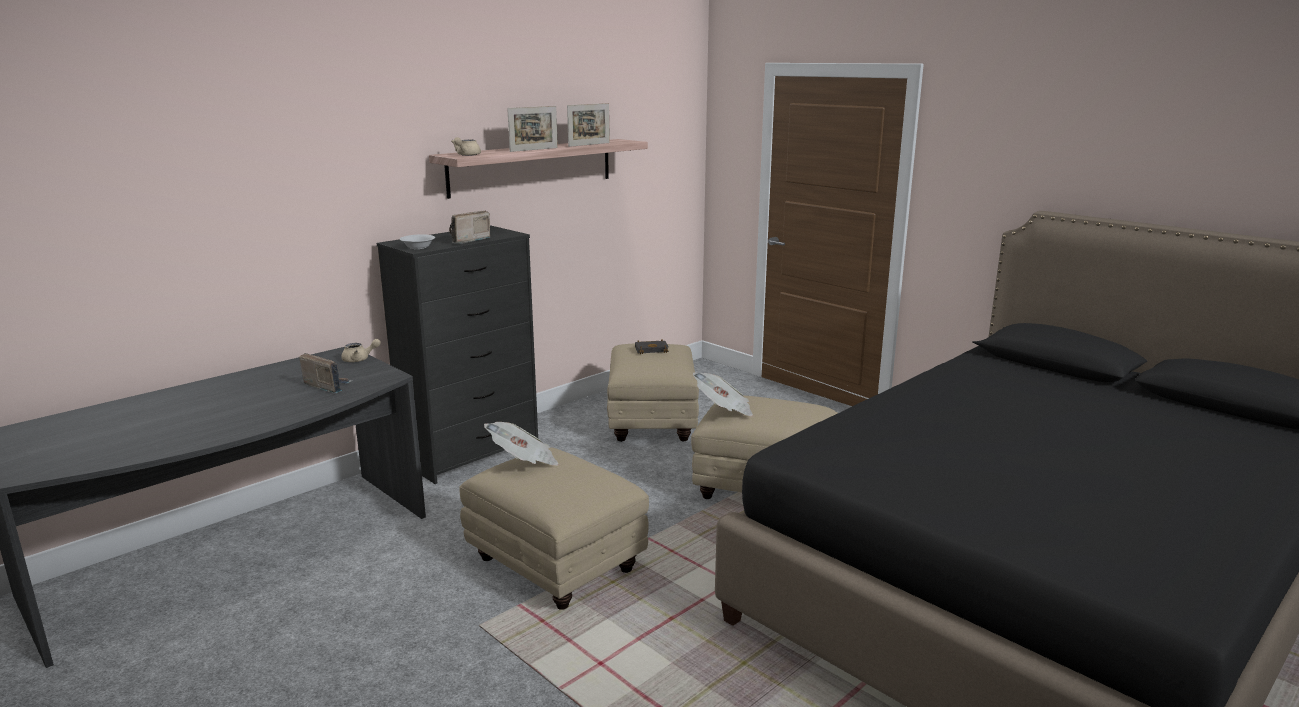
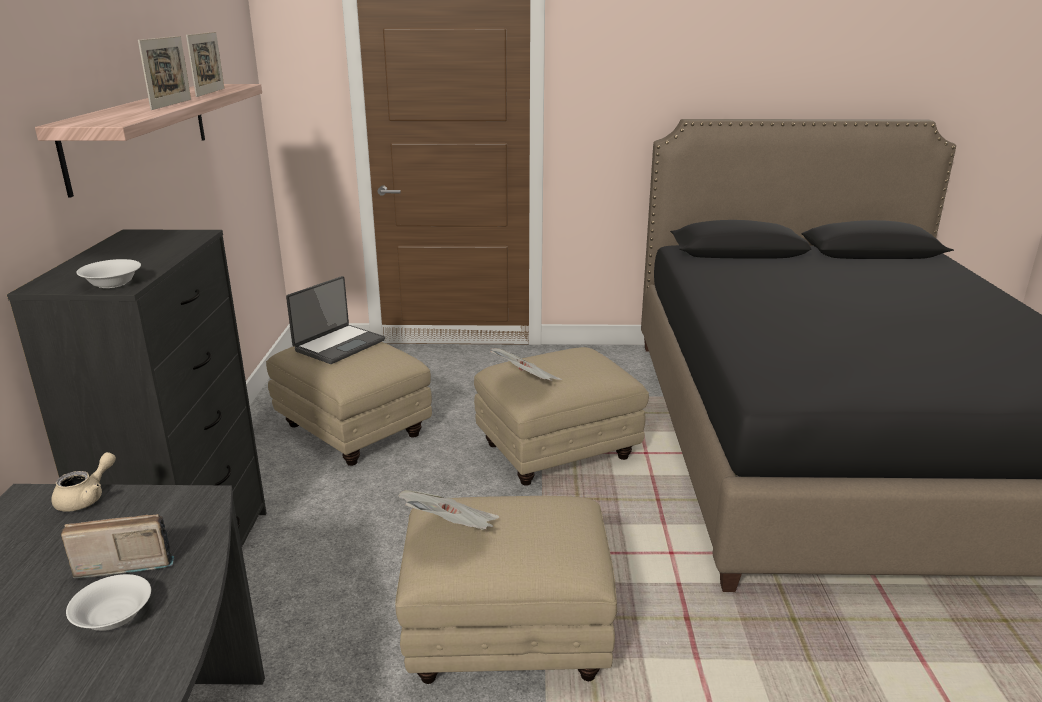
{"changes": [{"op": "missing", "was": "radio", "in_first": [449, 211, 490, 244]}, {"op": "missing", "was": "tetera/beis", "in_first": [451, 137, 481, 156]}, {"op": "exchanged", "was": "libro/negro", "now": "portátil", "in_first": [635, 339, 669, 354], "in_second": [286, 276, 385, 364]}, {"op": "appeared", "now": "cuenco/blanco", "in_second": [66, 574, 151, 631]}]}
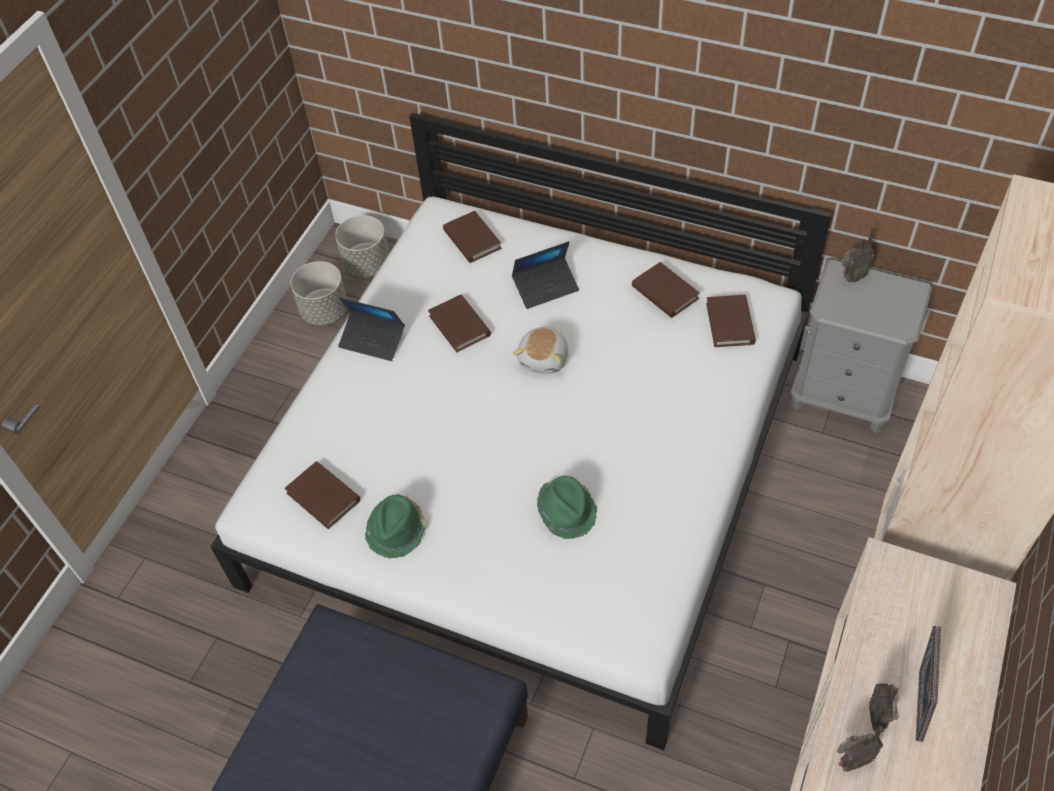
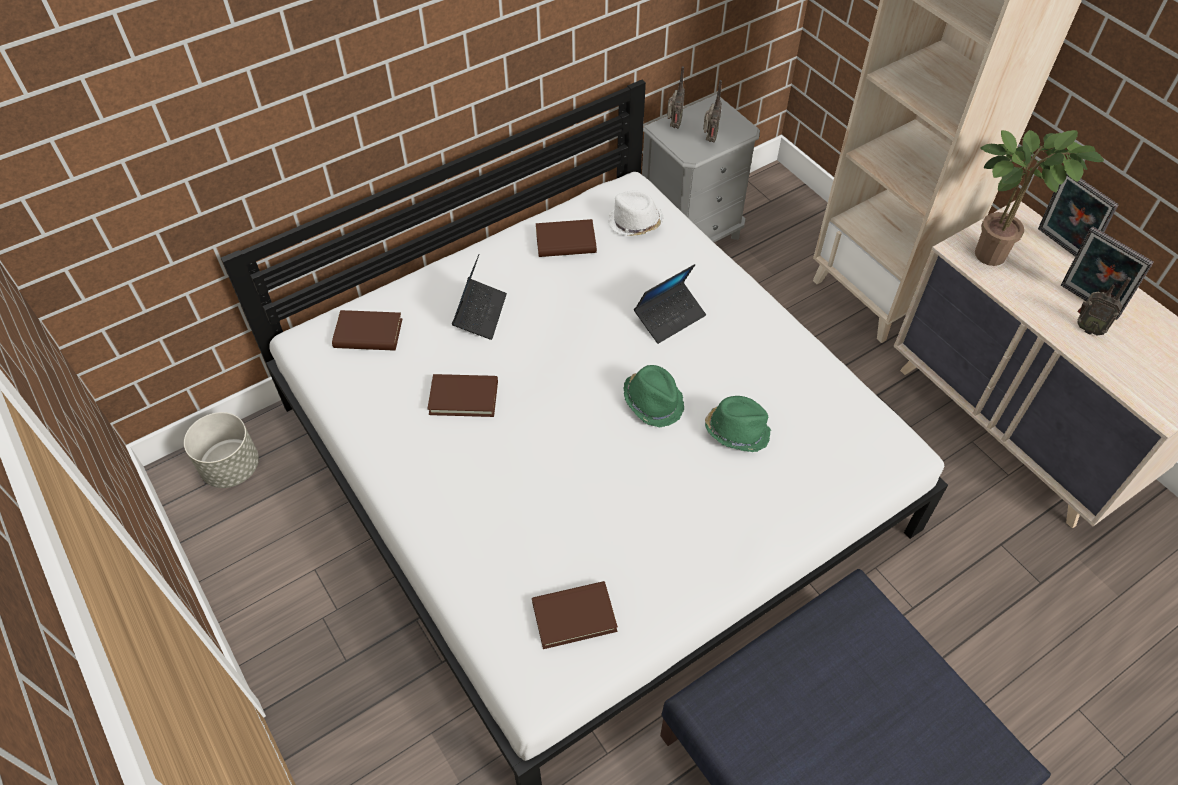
{"changes": [{"op": "missing", "was": "maceta/gris", "in_first": [290, 261, 347, 325]}, {"op": "relocated", "was": "portátil", "in_first": [338, 297, 405, 361], "in_second": [634, 264, 706, 344]}, {"op": "relocated", "was": "sombrero/verde", "in_first": [365, 494, 426, 559], "in_second": [624, 365, 684, 427]}, {"op": "missing", "was": "peluche", "in_first": [513, 327, 568, 374]}, {"op": "exchanged", "was": "libro/marrón", "now": "sombrero/blanco", "in_first": [706, 295, 756, 347], "in_second": [608, 190, 664, 236]}, {"op": "relocated", "was": "radio", "in_first": [837, 726, 883, 771], "in_second": [703, 80, 722, 143]}, {"op": "appeared", "now": "planta en maceta", "in_second": [975, 130, 1104, 266]}, {"op": "appeared", "now": "portarretratos", "in_second": [1038, 173, 1118, 256]}]}
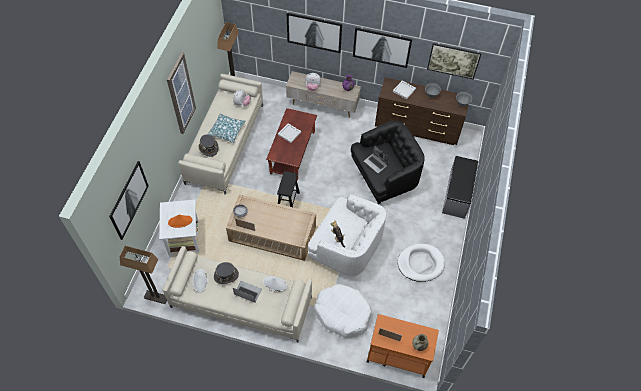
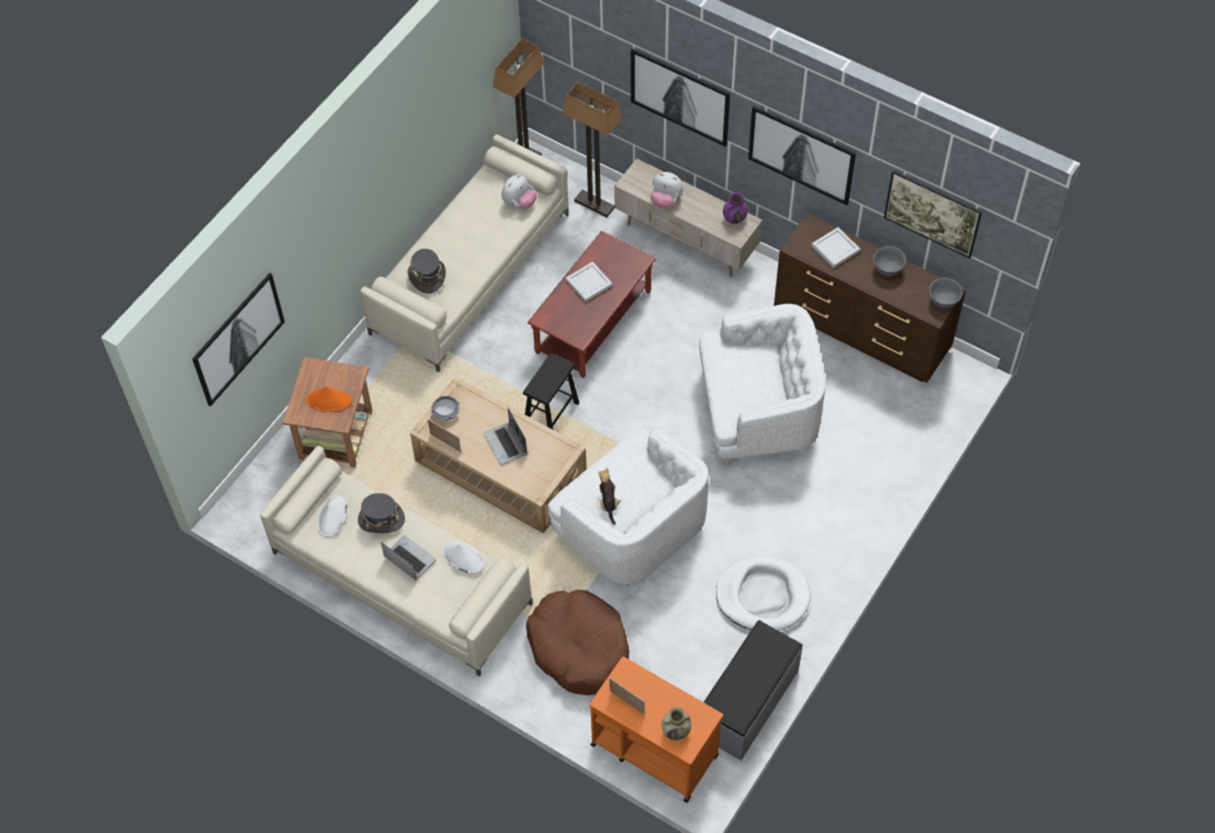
{"changes": [{"op": "relocated", "was": "lámpara de pie", "in_first": [120, 246, 167, 304], "in_second": [562, 82, 622, 218]}, {"op": "colour", "was": "mesa auxiliar/blanco", "now": "mesa auxiliar/marrón", "in_first": [159, 200, 199, 255], "in_second": [283, 357, 373, 468]}, {"op": "missing", "was": "cuadro", "in_first": [167, 52, 196, 134]}, {"op": "missing", "was": "cojín", "in_first": [207, 113, 246, 143]}, {"op": "colour", "was": "cama para perro/blanco", "now": "cama para perro/marrón", "in_first": [314, 284, 372, 338], "in_second": [526, 590, 629, 695]}, {"op": "colour", "was": "sillón/negro", "now": "sillón/blanco", "in_first": [351, 121, 425, 204], "in_second": [699, 304, 826, 463]}, {"op": "relocated", "was": "portátil", "in_first": [364, 145, 389, 173], "in_second": [483, 408, 527, 465]}, {"op": "relocated", "was": "banco/gris", "in_first": [442, 156, 478, 219], "in_second": [703, 620, 803, 760]}]}
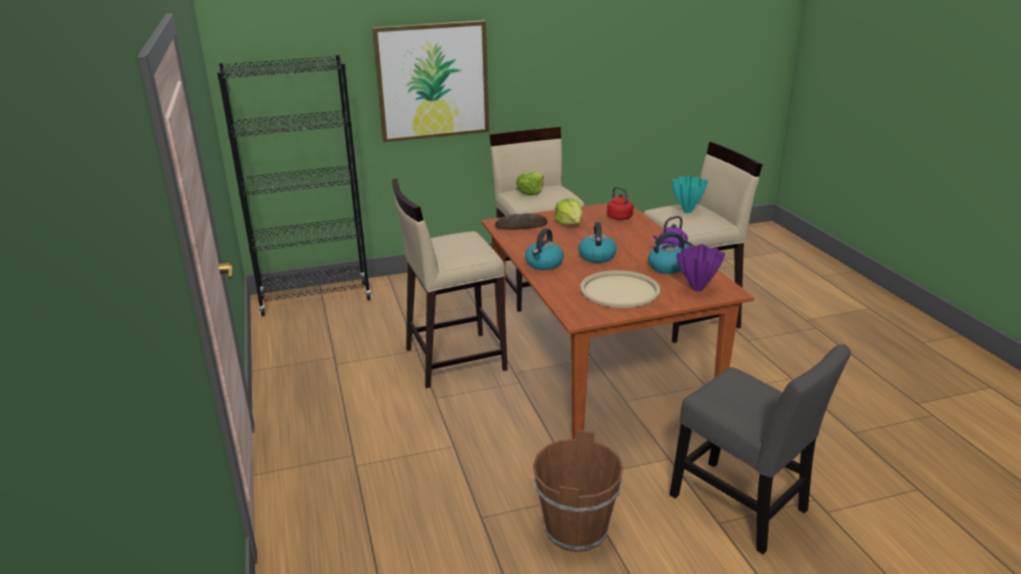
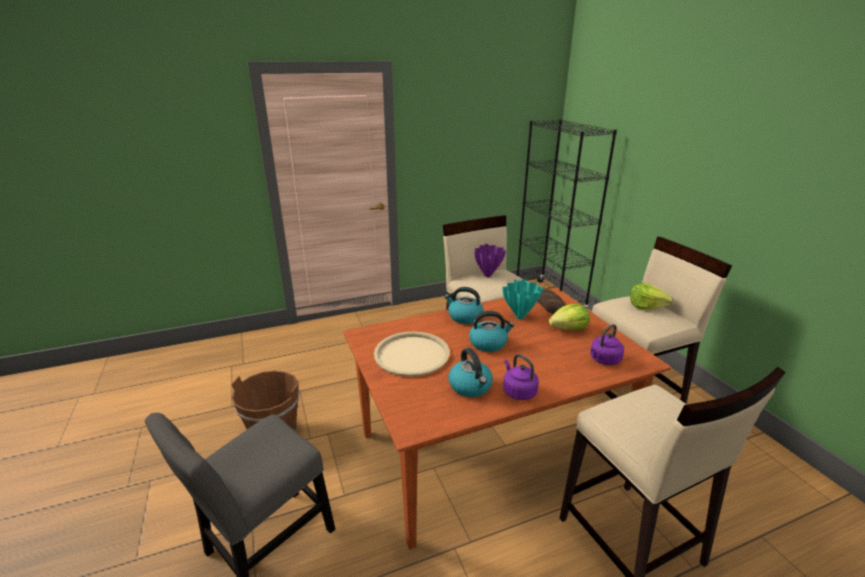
{"changes": [{"op": "missing", "was": "cuadro", "in_first": [372, 20, 489, 142]}, {"op": "colour", "was": "hervidor/rojo", "now": "hervidor/morado", "in_first": [607, 186, 634, 220], "in_second": [590, 324, 624, 365]}, {"op": "relocated", "was": "florero/turquesa", "in_first": [672, 175, 708, 213], "in_second": [502, 280, 543, 319]}, {"op": "relocated", "was": "florero/morado", "in_first": [677, 244, 725, 292], "in_second": [474, 244, 506, 277]}]}
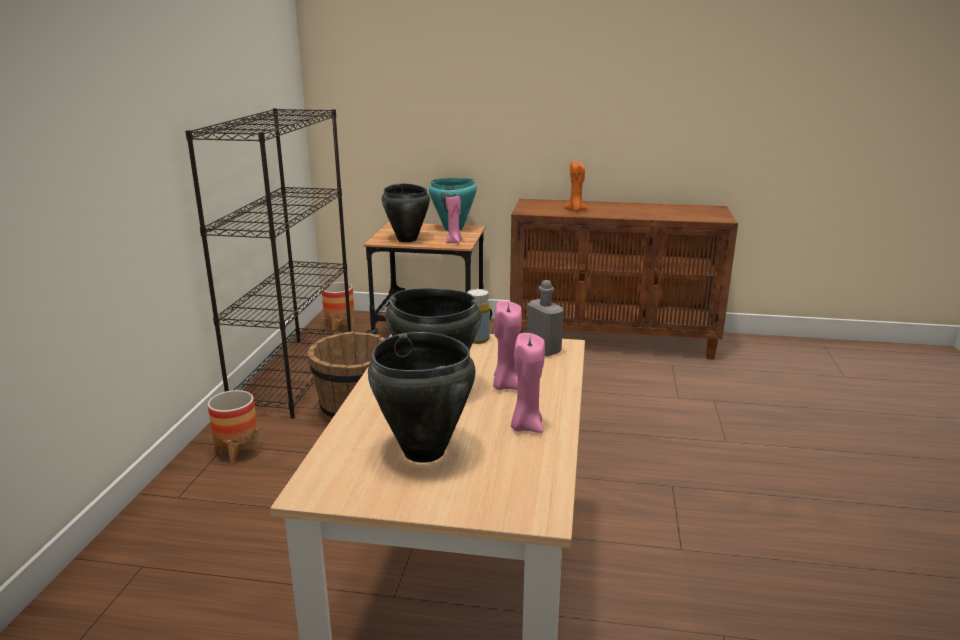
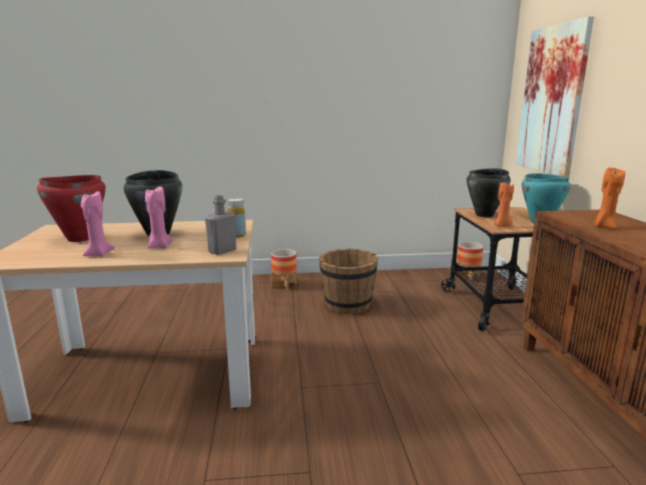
{"changes": [{"op": "missing", "was": "estantería/negro", "in_first": [185, 108, 351, 419]}, {"op": "colour", "was": "olla/negro", "now": "olla/rojo", "in_first": [368, 332, 475, 463], "in_second": [37, 175, 106, 242]}, {"op": "colour", "was": "vela/rosa", "now": "vela/naranja", "in_first": [446, 196, 462, 244], "in_second": [494, 183, 514, 227]}, {"op": "appeared", "now": "cuadro", "in_second": [516, 16, 594, 178]}]}
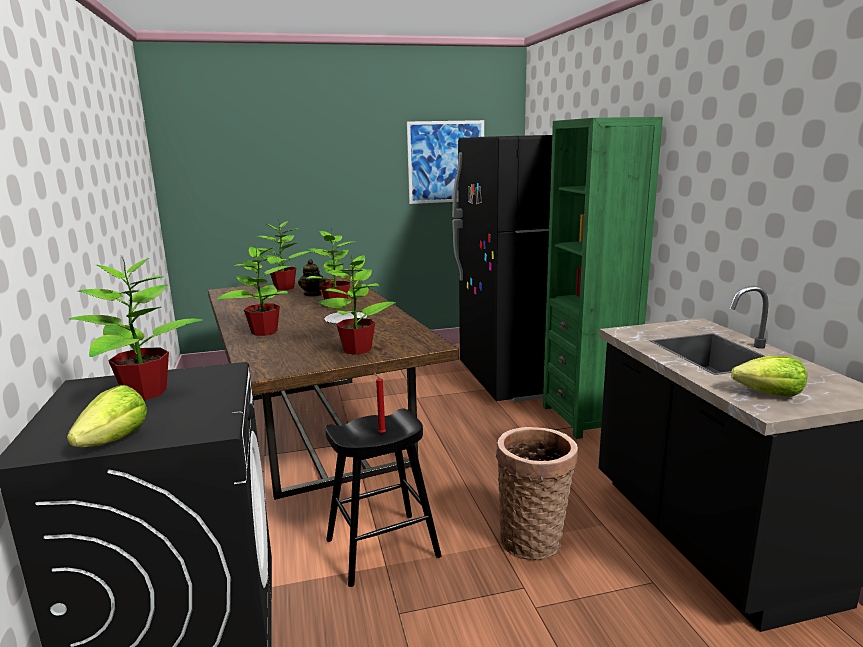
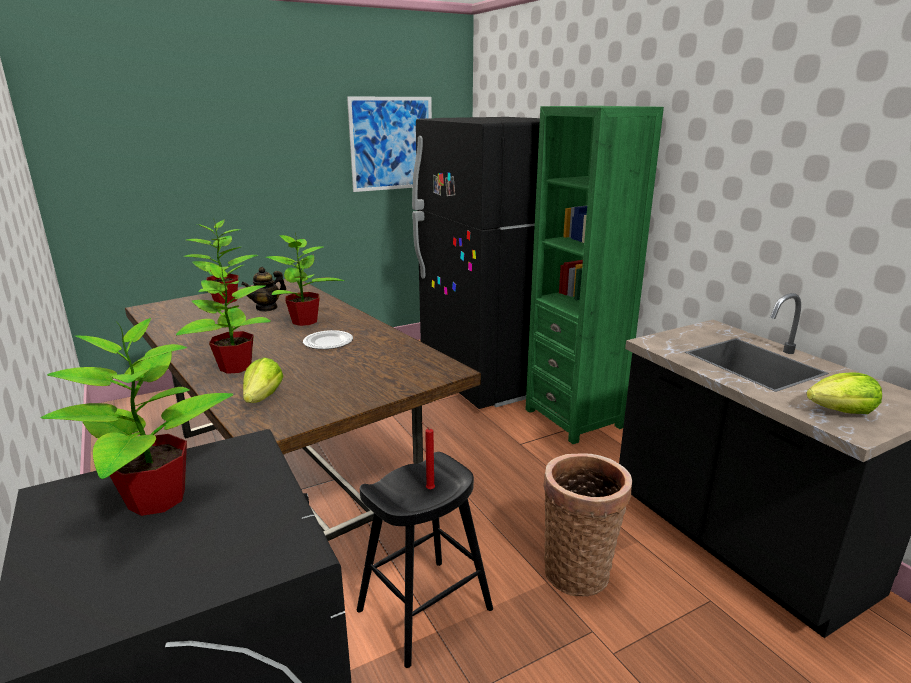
{"changes": [{"op": "relocated", "was": "lechuga", "in_first": [67, 385, 147, 447], "in_second": [243, 357, 284, 403]}, {"op": "spun", "was": "tetera", "in_first": [298, 259, 326, 296], "in_second": [241, 267, 286, 312], "clockwise": 75}, {"op": "missing", "was": "planta en maceta", "in_first": [318, 253, 396, 355]}]}
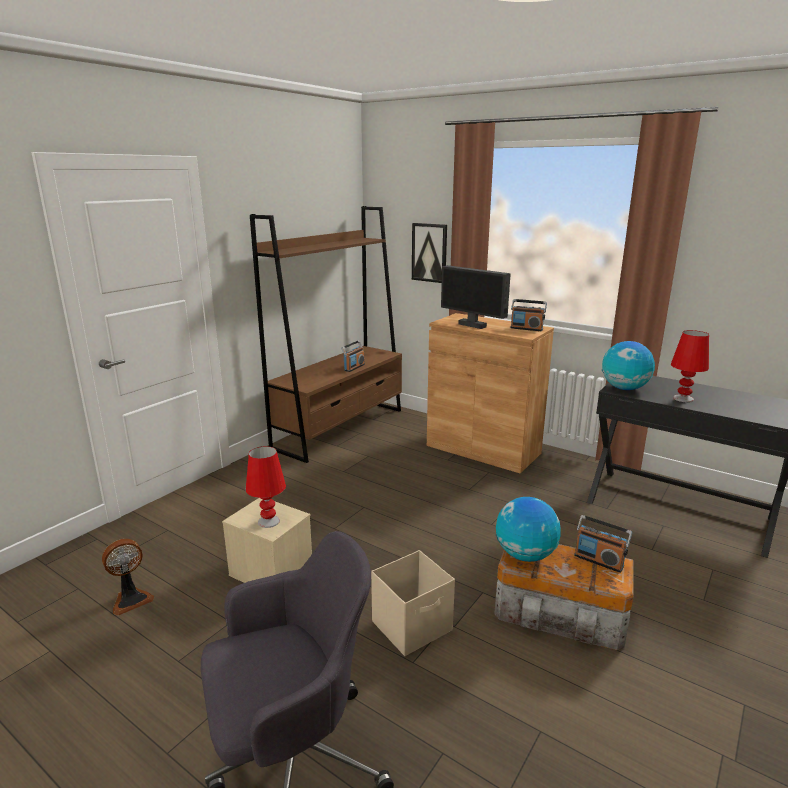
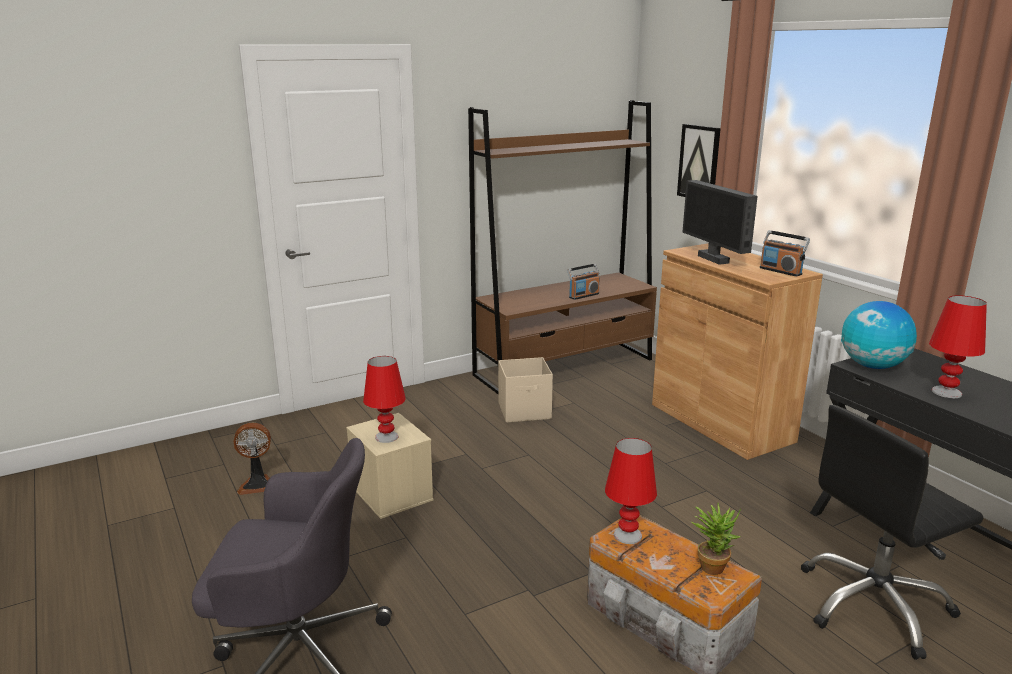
{"changes": [{"op": "relocated", "was": "caja de almacenaje/beis", "in_first": [371, 550, 455, 656], "in_second": [498, 357, 553, 423]}, {"op": "exchanged", "was": "globo terráqueo", "now": "lámpara de mesa/rojo", "in_first": [496, 497, 561, 562], "in_second": [605, 438, 657, 544]}, {"op": "exchanged", "was": "radio", "now": "planta en maceta", "in_first": [574, 515, 632, 573], "in_second": [691, 503, 741, 575]}, {"op": "appeared", "now": "silla de oficina/negro", "in_second": [801, 405, 984, 660]}]}
